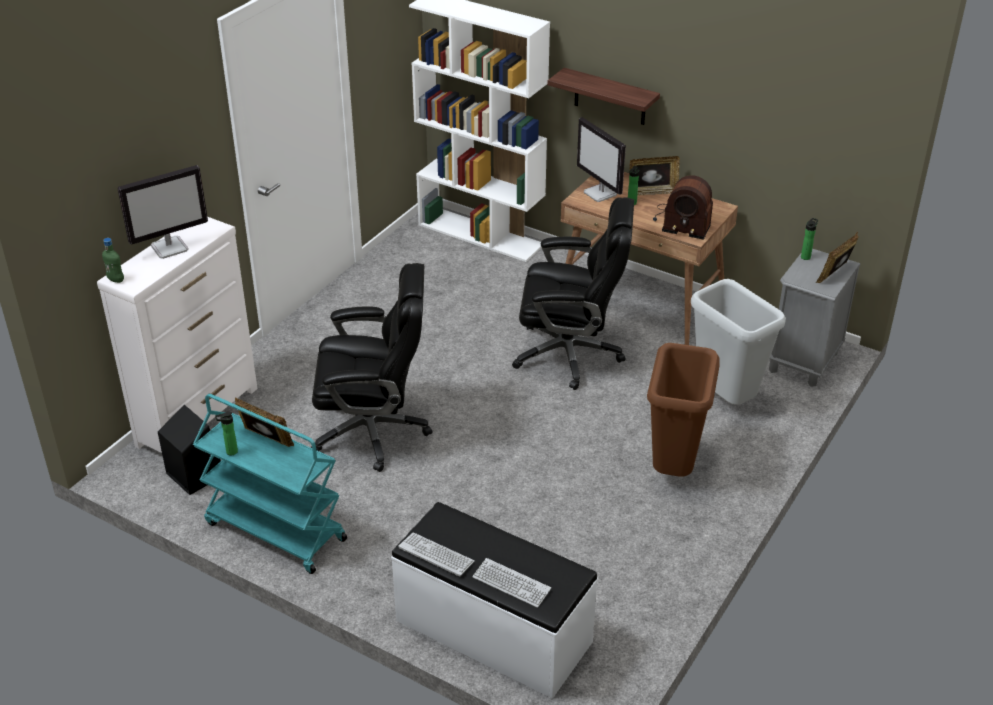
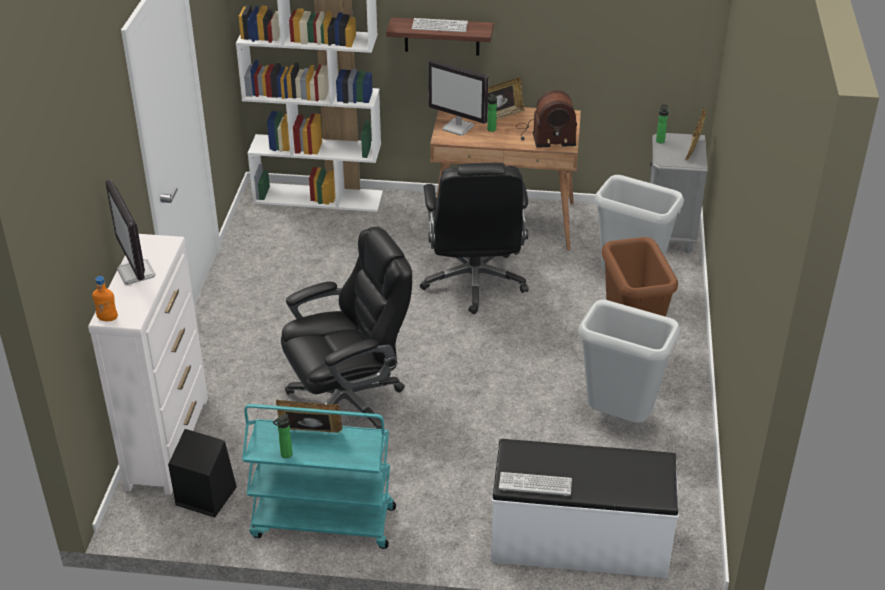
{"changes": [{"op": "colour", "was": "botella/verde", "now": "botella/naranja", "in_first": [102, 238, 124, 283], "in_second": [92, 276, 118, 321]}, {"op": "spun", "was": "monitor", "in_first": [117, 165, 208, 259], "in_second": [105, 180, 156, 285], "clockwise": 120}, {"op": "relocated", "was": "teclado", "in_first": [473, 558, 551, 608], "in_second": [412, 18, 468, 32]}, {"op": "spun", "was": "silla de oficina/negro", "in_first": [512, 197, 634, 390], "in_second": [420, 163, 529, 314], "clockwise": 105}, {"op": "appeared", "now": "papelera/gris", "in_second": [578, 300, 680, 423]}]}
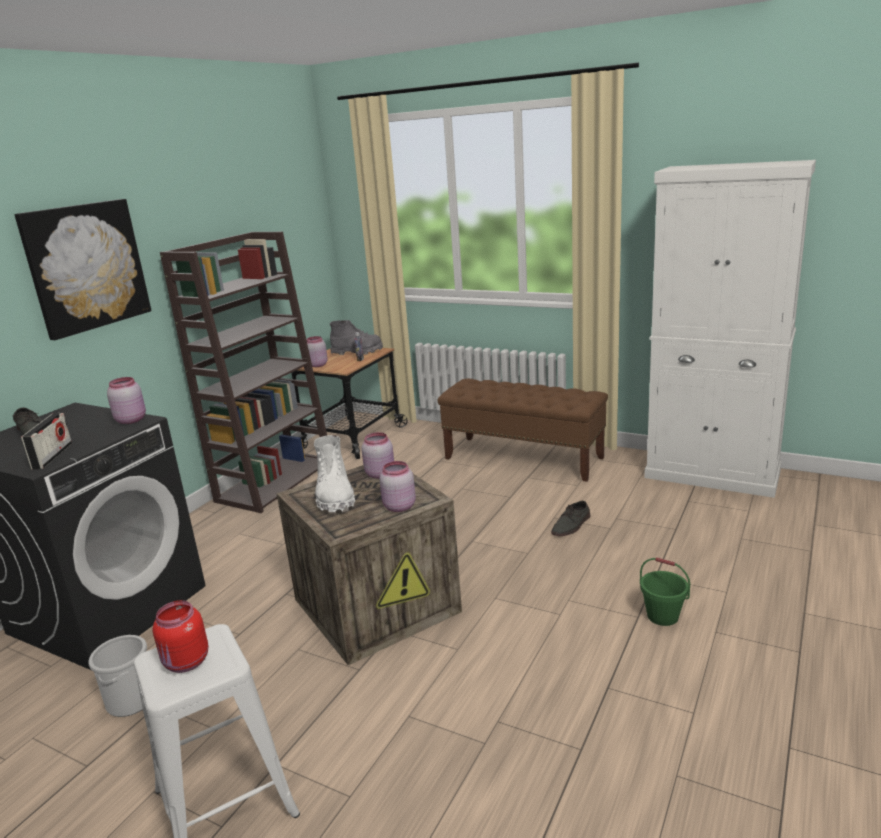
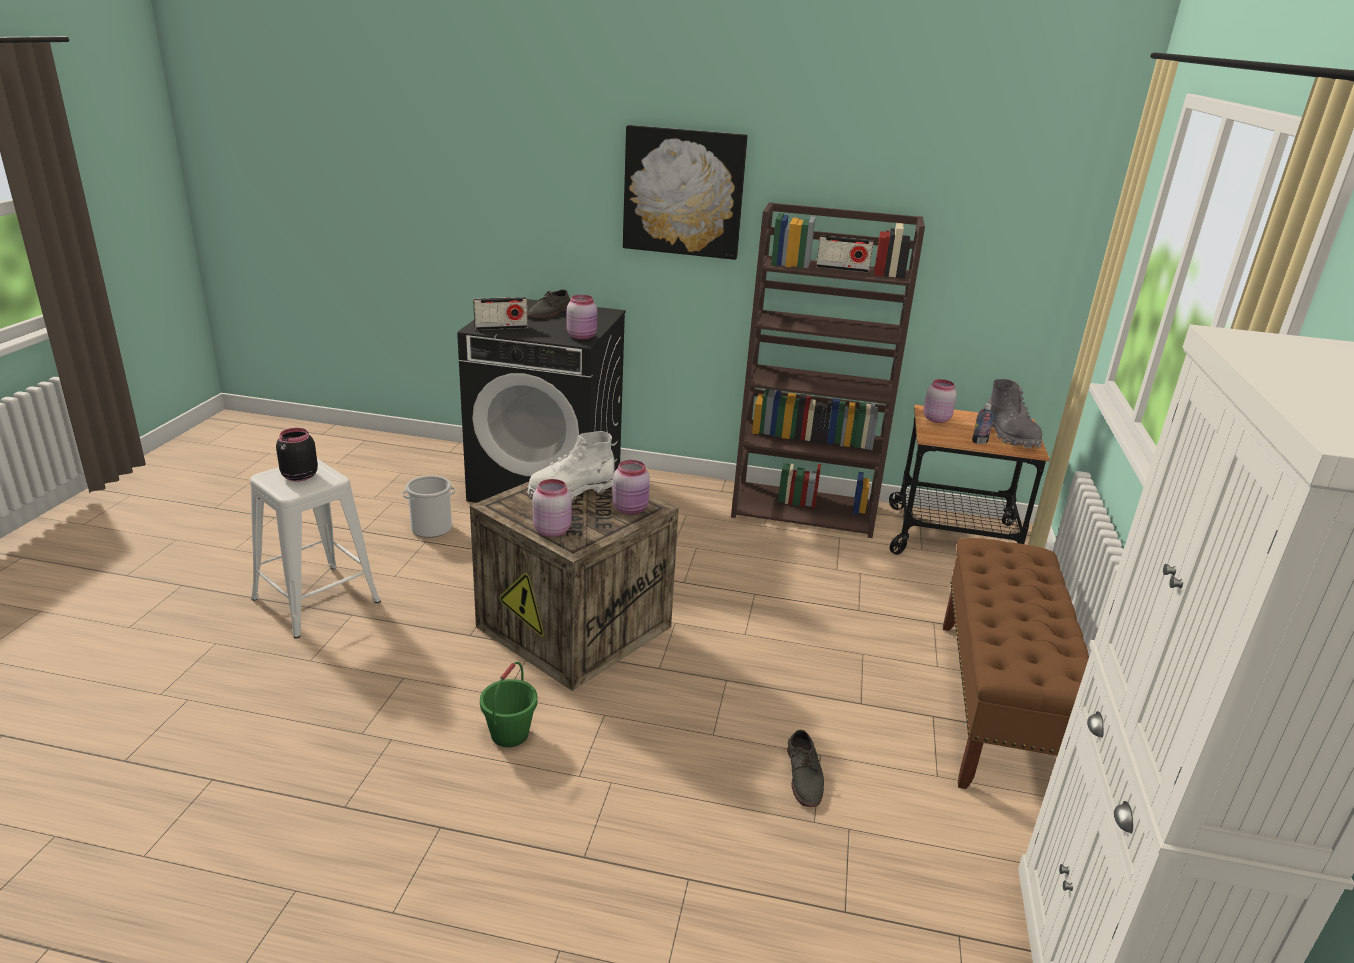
{"changes": [{"op": "colour", "was": "tarro/rojo", "now": "tarro/negro", "in_first": [152, 600, 208, 673], "in_second": [276, 428, 318, 482]}, {"op": "spun", "was": "zapato/gris", "in_first": [551, 501, 590, 536], "in_second": [787, 730, 824, 807], "clockwise": -120}, {"op": "relocated", "was": "cubo/verde", "in_first": [640, 557, 690, 626], "in_second": [480, 662, 538, 747]}, {"op": "appeared", "now": "radio", "in_second": [816, 235, 874, 273]}]}
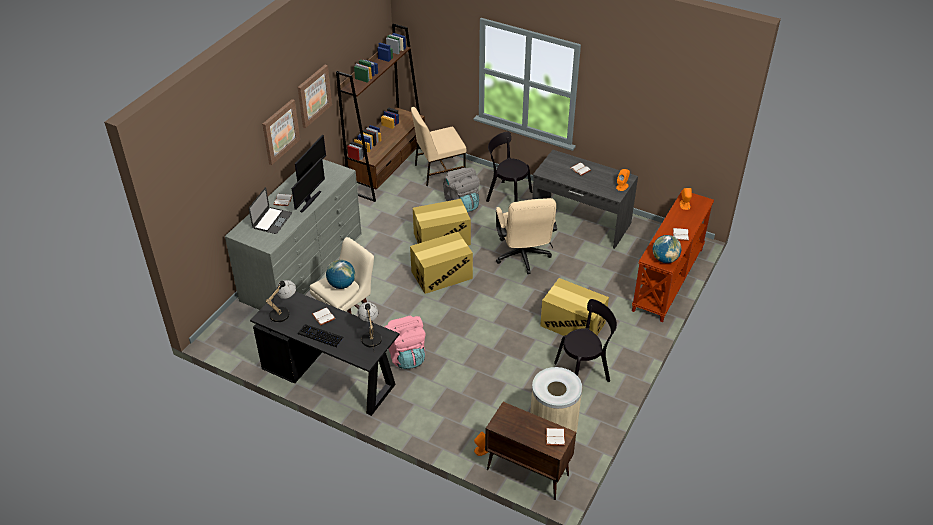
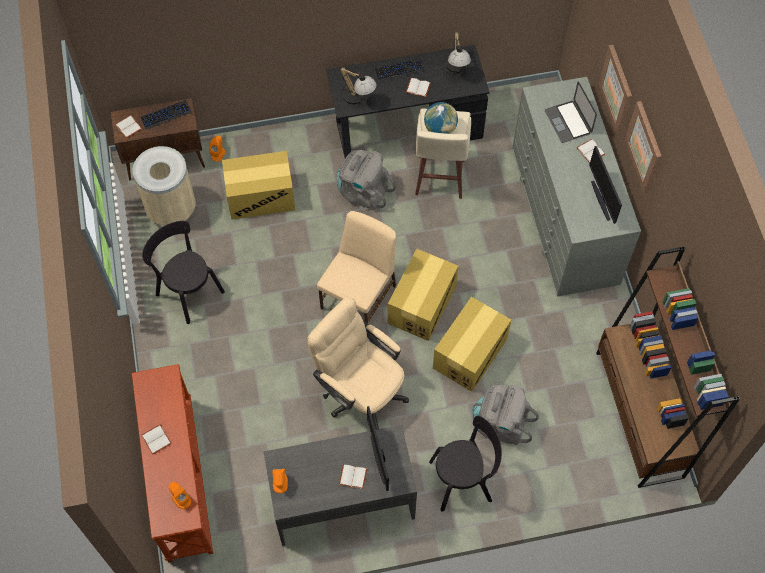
{"changes": [{"op": "relocated", "was": "monitor", "in_first": [292, 158, 325, 212], "in_second": [367, 406, 389, 491]}, {"op": "relocated", "was": "cuadro", "in_first": [297, 65, 332, 128], "in_second": [599, 45, 632, 134]}, {"op": "colour", "was": "mochila/rosa", "now": "mochila/gris", "in_first": [385, 316, 425, 369], "in_second": [337, 150, 396, 210]}, {"op": "relocated", "was": "silla/beis", "in_first": [411, 107, 466, 186], "in_second": [317, 211, 396, 323]}, {"op": "relocated", "was": "caja de cartón", "in_first": [540, 278, 609, 336], "in_second": [222, 151, 295, 220]}, {"op": "spun", "was": "silla/negro", "in_first": [554, 299, 617, 382], "in_second": [142, 221, 225, 324], "clockwise": 105}, {"op": "missing", "was": "globo terráqueo", "in_first": [653, 235, 681, 263]}, {"op": "appeared", "now": "teclado", "in_second": [140, 100, 191, 130]}]}
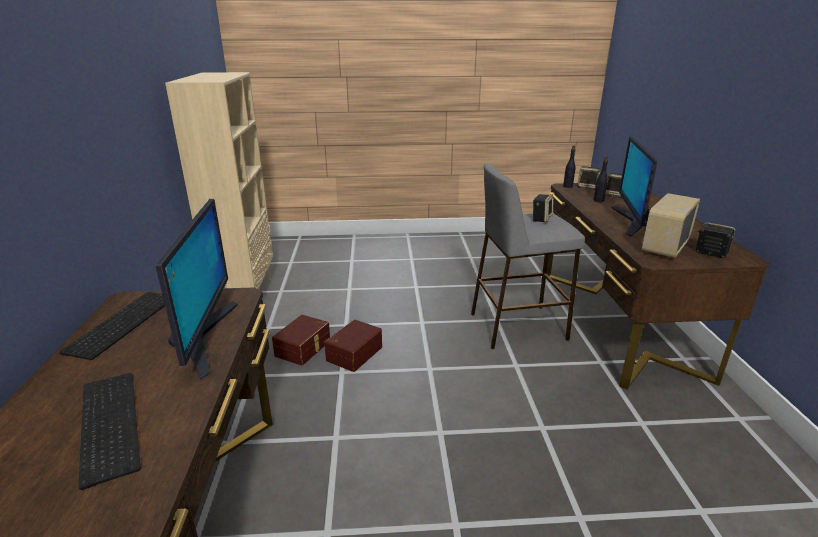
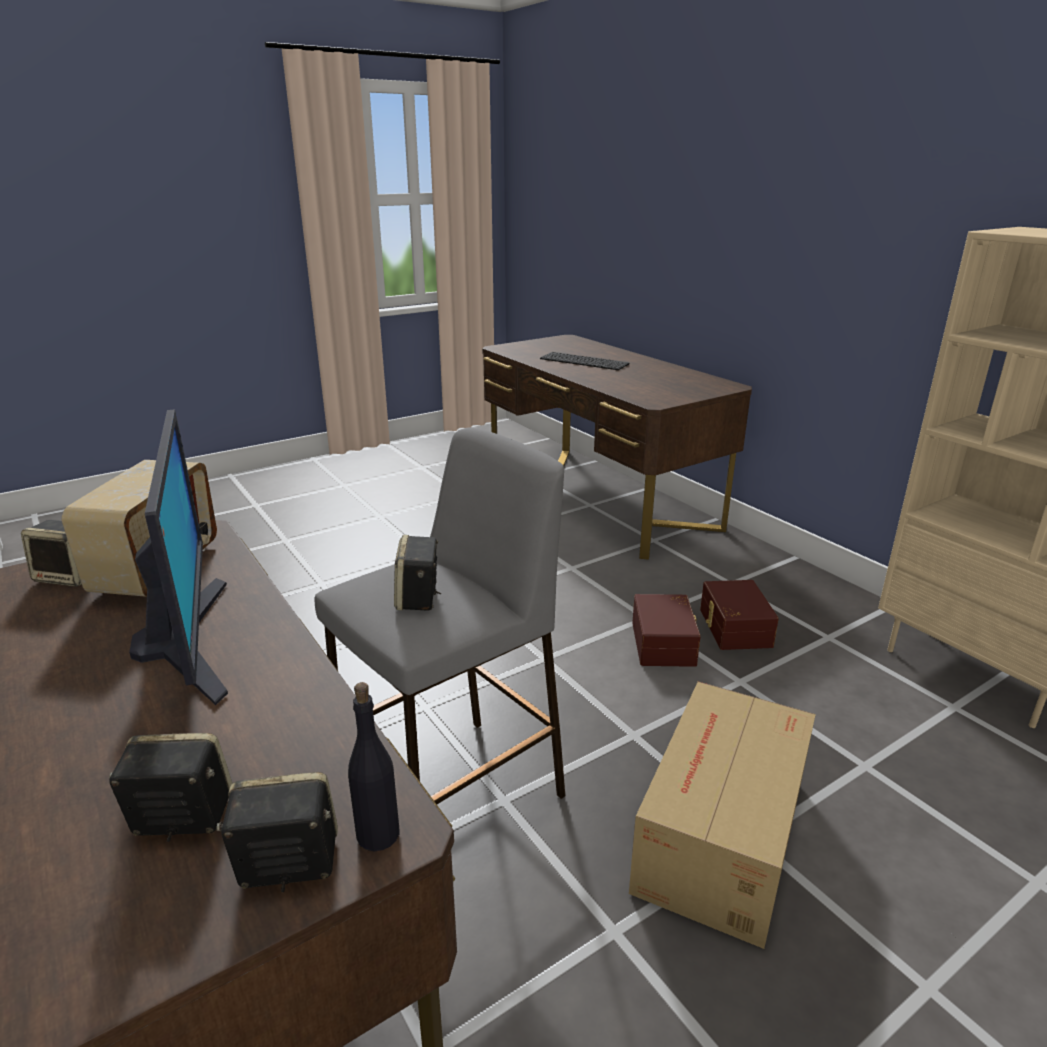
{"changes": [{"op": "missing", "was": "teclado", "in_first": [59, 292, 165, 360]}, {"op": "missing", "was": "monitor", "in_first": [155, 199, 238, 380]}, {"op": "missing", "was": "botella/negro", "in_first": [594, 157, 608, 202]}, {"op": "appeared", "now": "caja de cartón", "in_second": [629, 681, 816, 949]}]}
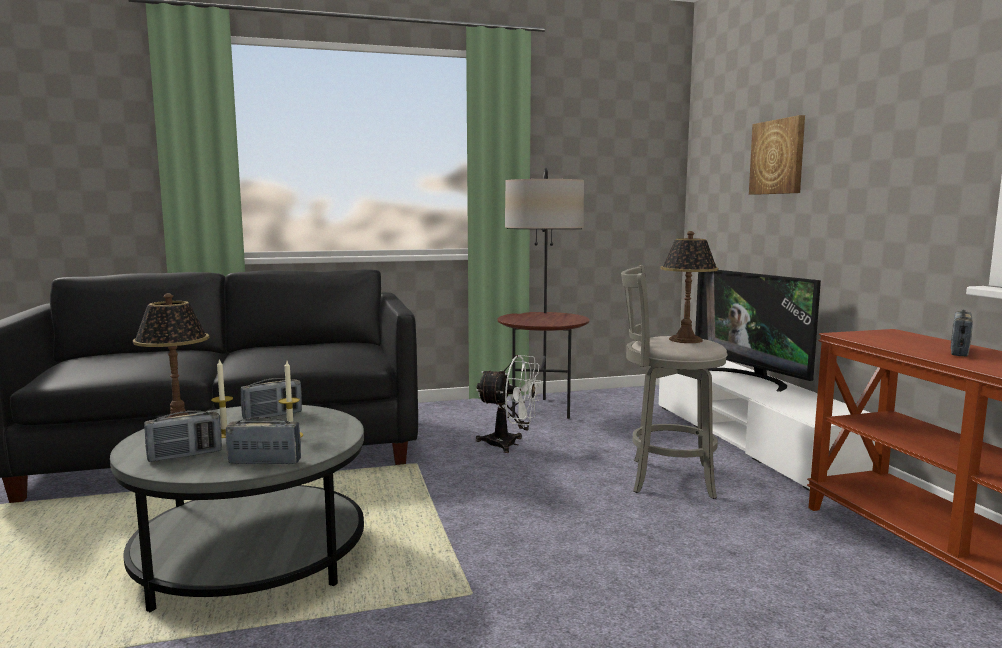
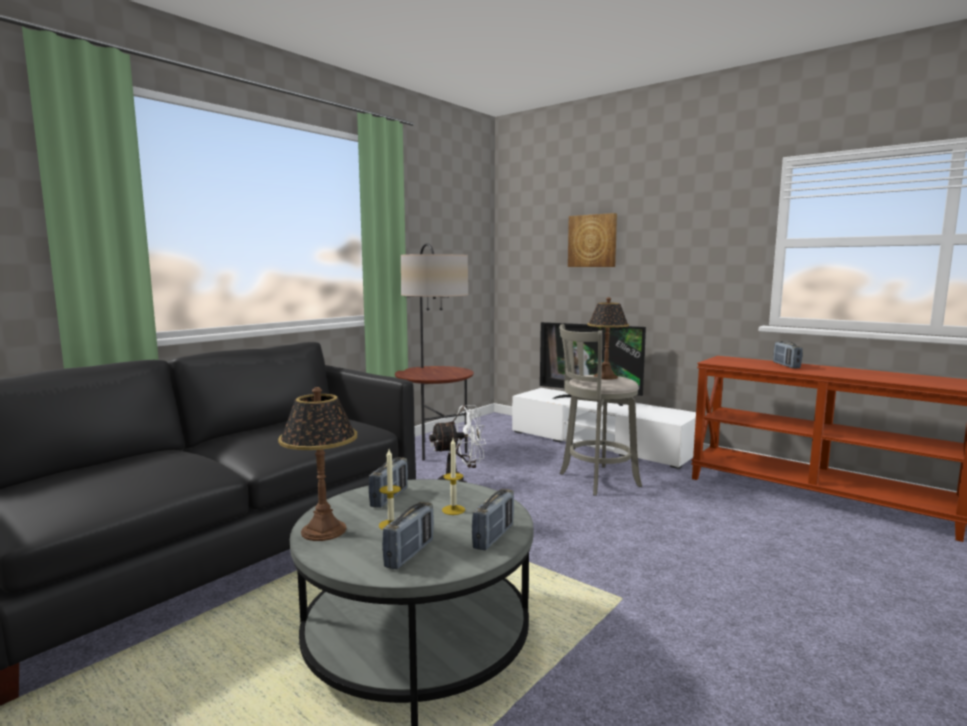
{"changes": [{"op": "spun", "was": "radio", "in_first": [226, 417, 301, 464], "in_second": [472, 489, 514, 551], "clockwise": 150}]}
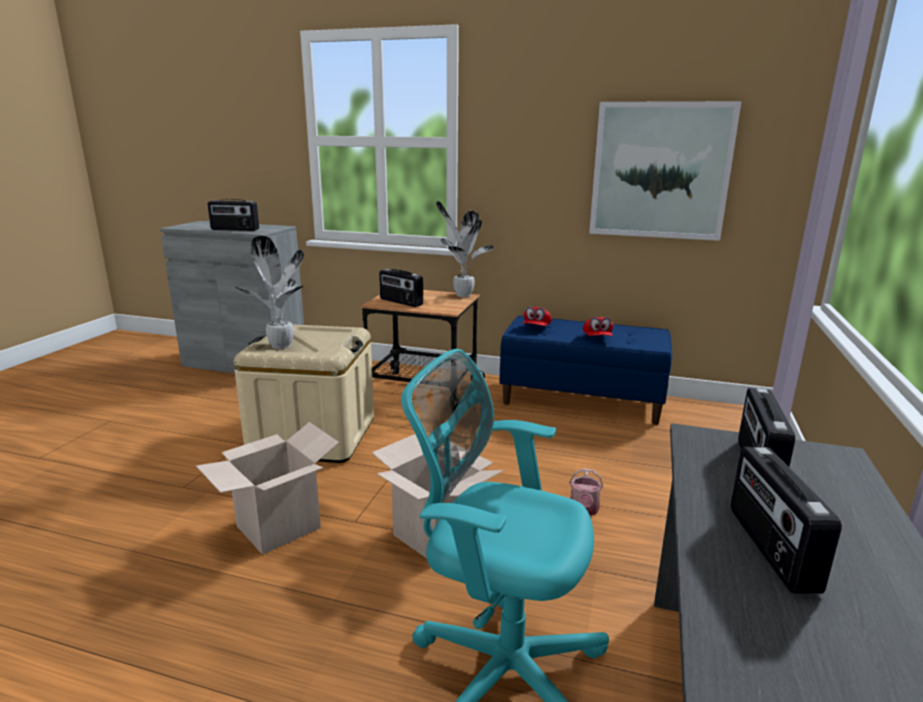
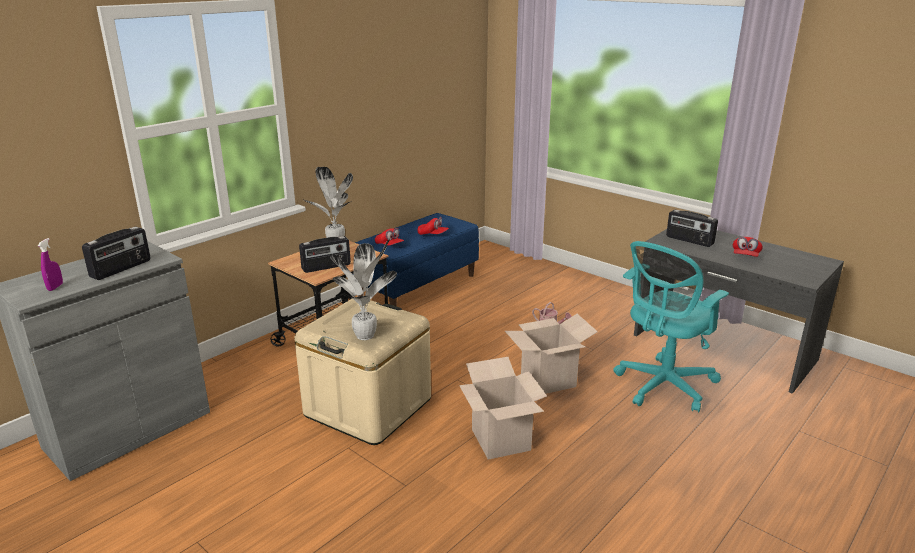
{"changes": [{"op": "missing", "was": "cuadro", "in_first": [589, 101, 741, 241]}, {"op": "exchanged", "was": "radio", "now": "gorra/rojo", "in_first": [731, 447, 842, 594], "in_second": [733, 237, 763, 257]}, {"op": "appeared", "now": "pulverizador/morado", "in_second": [38, 238, 63, 291]}]}
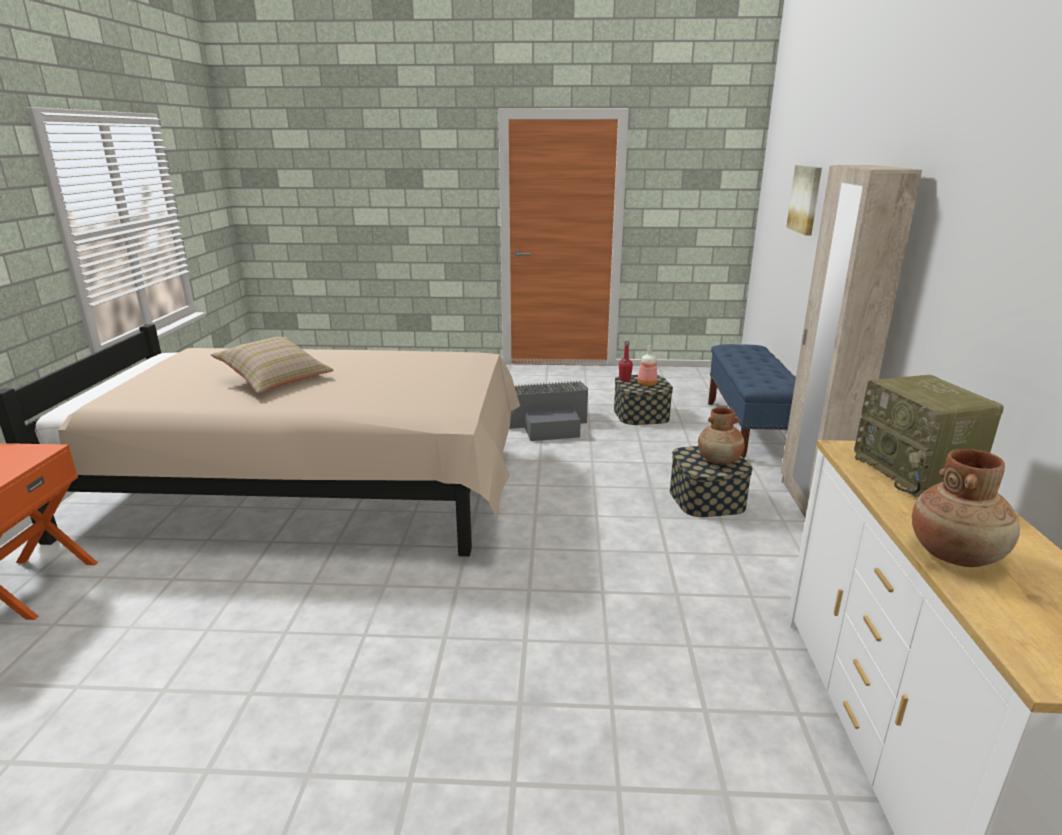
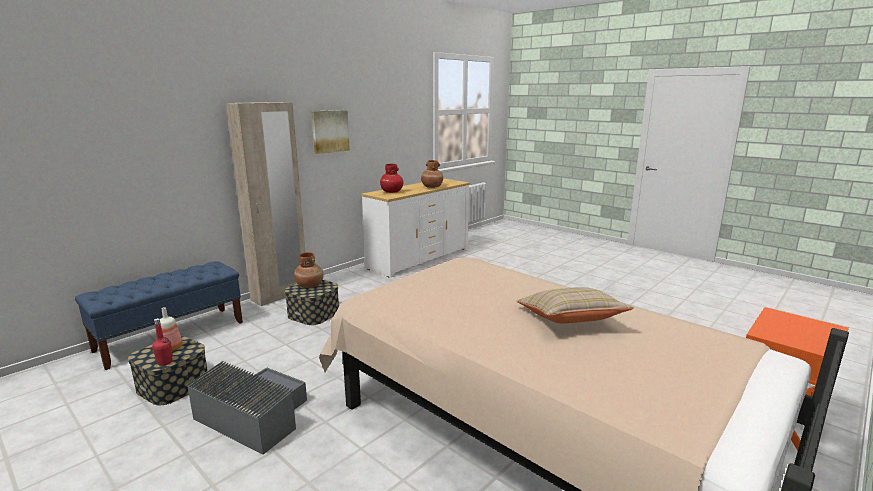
{"changes": [{"op": "relocated", "was": "cuadro", "in_first": [786, 165, 822, 236], "in_second": [311, 110, 350, 154]}, {"op": "exchanged", "was": "radio", "now": "florero/rojo", "in_first": [854, 375, 1004, 497], "in_second": [380, 164, 403, 193]}]}
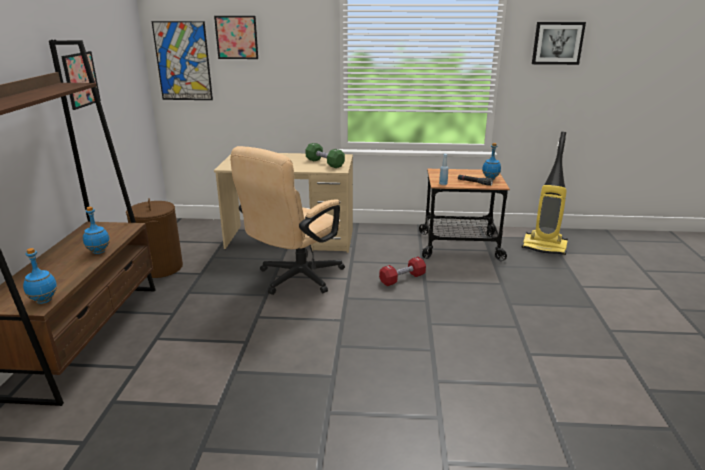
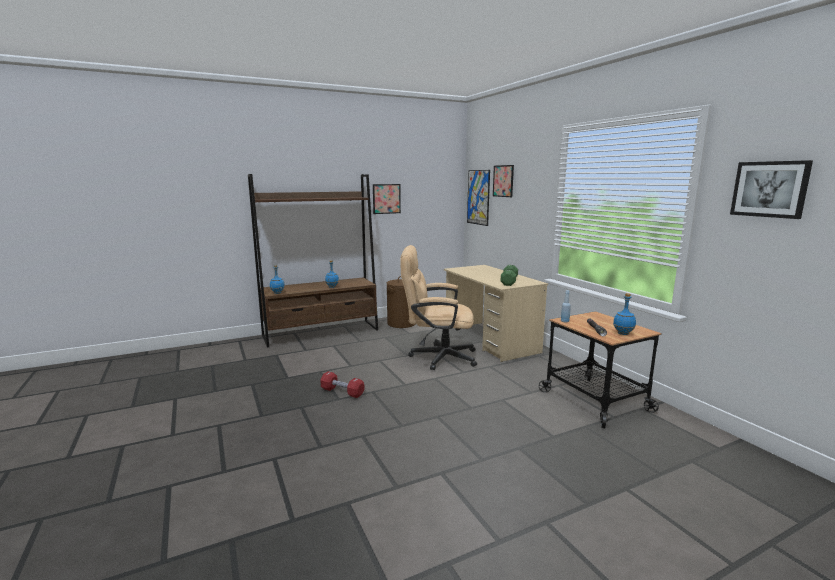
{"changes": [{"op": "relocated", "was": "mancuerna/rojo", "in_first": [379, 257, 426, 286], "in_second": [320, 371, 364, 398]}, {"op": "missing", "was": "aspiradora", "in_first": [522, 132, 568, 255]}]}
